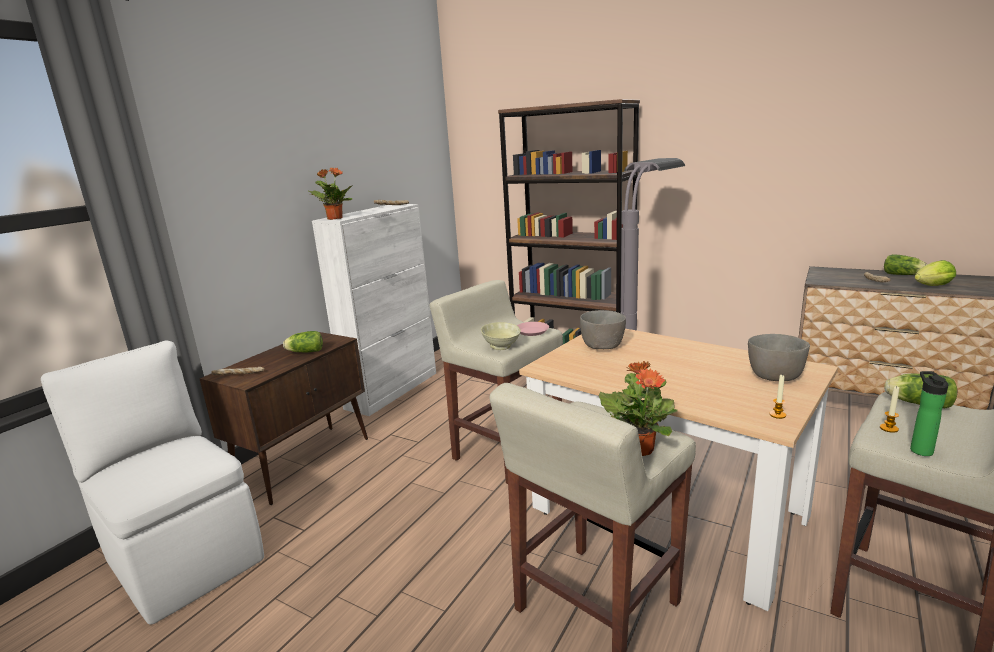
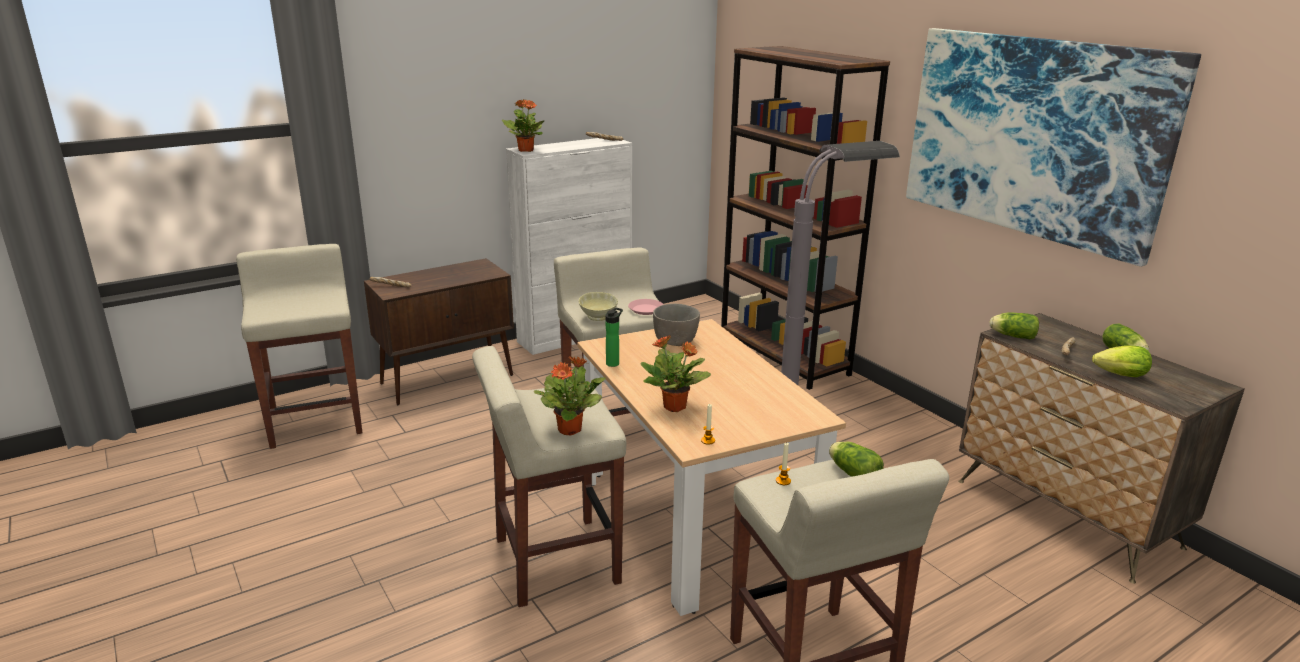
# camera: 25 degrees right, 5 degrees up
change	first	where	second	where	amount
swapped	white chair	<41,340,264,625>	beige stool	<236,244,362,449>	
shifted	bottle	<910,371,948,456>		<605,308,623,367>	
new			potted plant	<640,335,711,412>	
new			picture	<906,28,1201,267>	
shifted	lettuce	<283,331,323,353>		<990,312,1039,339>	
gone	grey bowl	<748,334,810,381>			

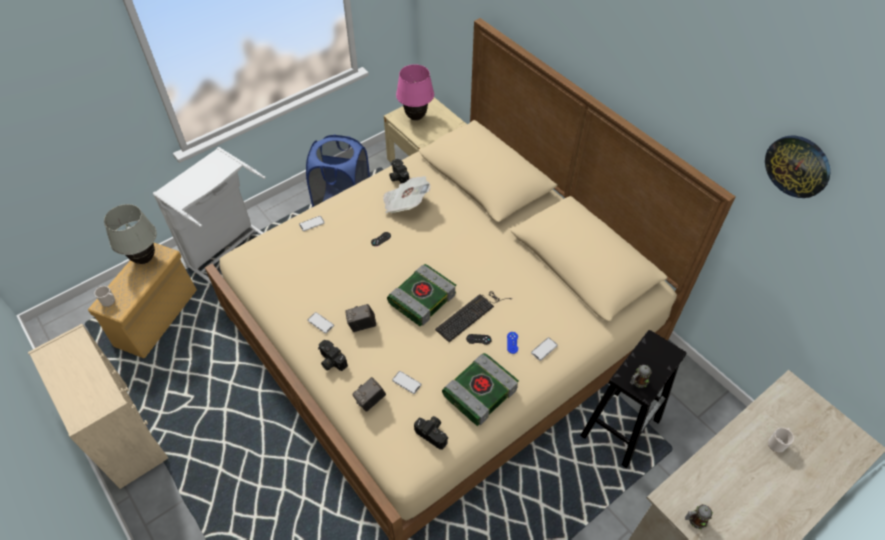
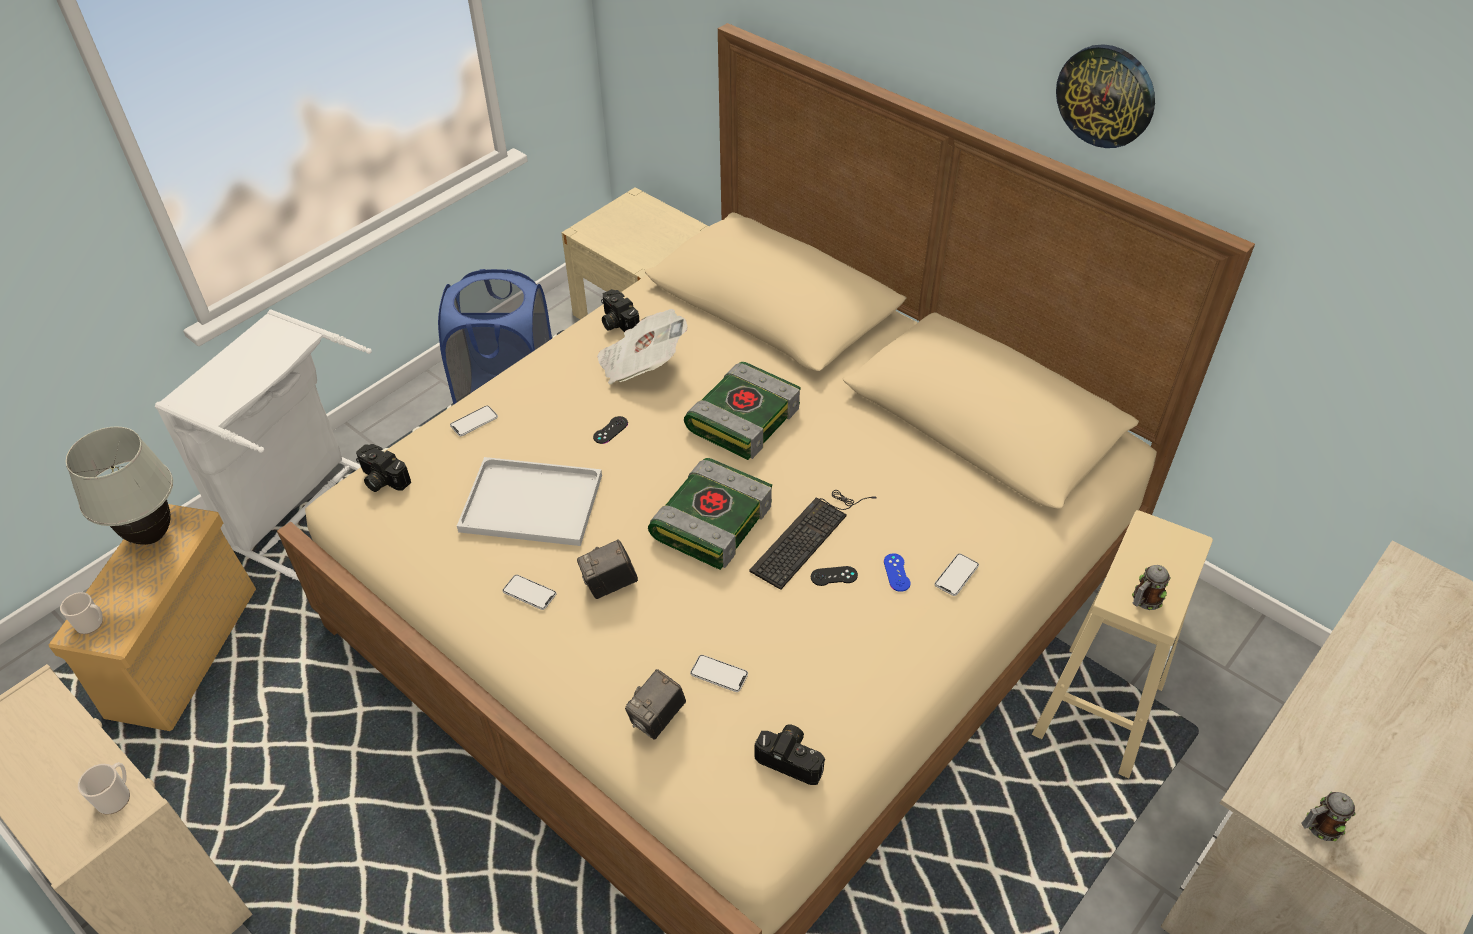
# camera: 10 degrees left, 5 degrees down
change	first	where	second	where	amount
shifted	mug	<768,427,794,453>		<78,762,130,815>	
shifted	photo camera	<318,340,348,371>		<356,444,411,492>	
new			white tray	<457,457,602,546>	
shifted	book	<442,353,519,426>		<684,362,801,460>	
repainted	black stool	<580,330,687,469>	beige stool	<1032,510,1213,779>	
shifted	wall clock	<765,136,830,198>		<1056,44,1155,148>	
gone	pink table lamp	<396,64,434,121>			

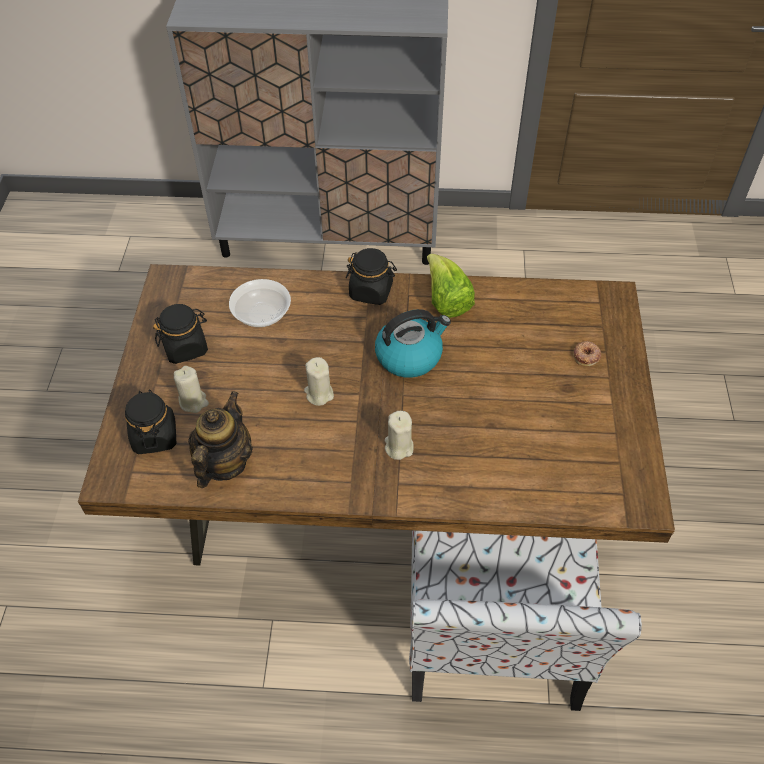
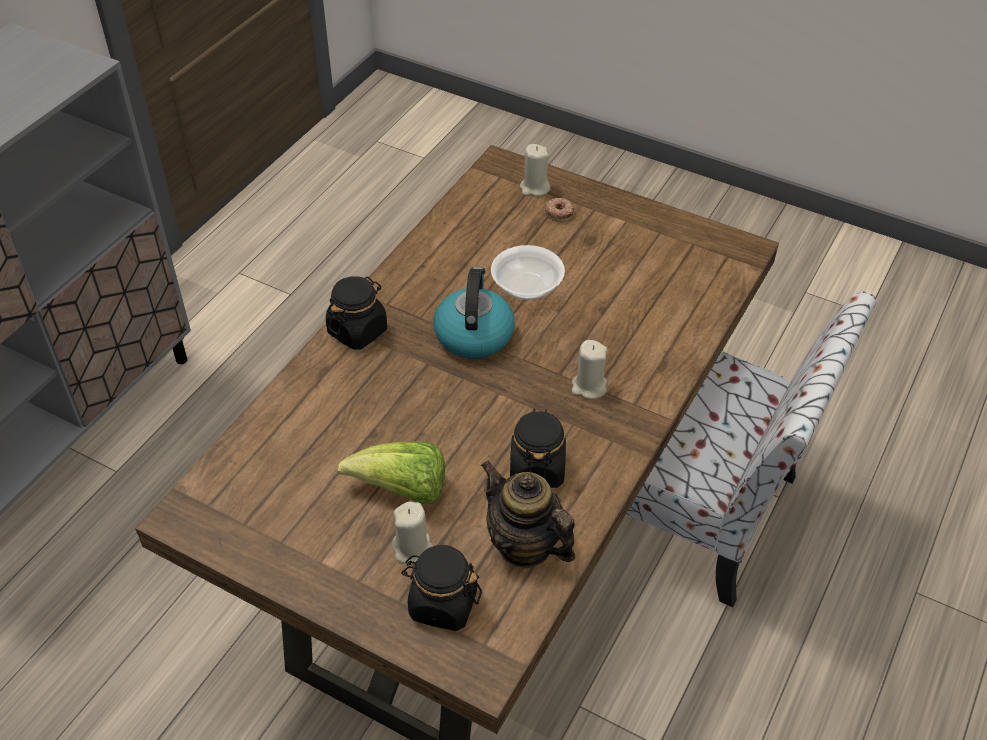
# camera: 65 degrees left, 5 degrees down
change	first	where	second	where	amount
shifted	lettuce	<427,254,475,318>		<337,442,445,504>	
shifted	bowl	<229,279,291,327>		<491,245,565,300>	
shifted	black jar	<153,304,208,364>		<510,409,566,488>	
shifted	beige candle	<304,357,334,406>		<520,144,551,196>	

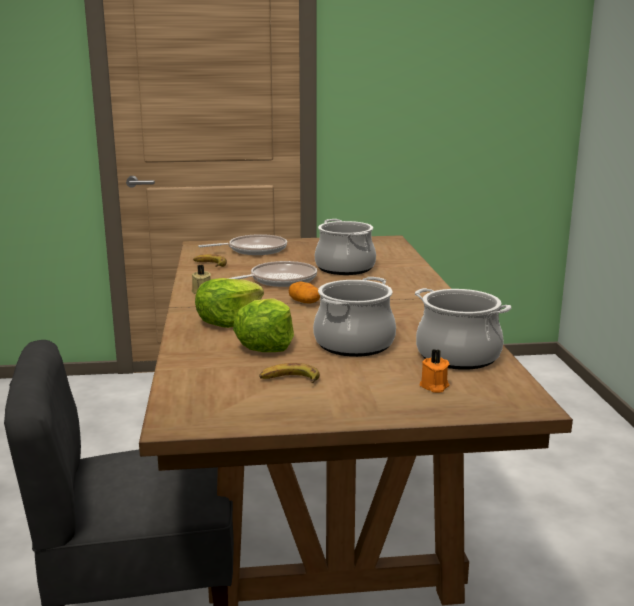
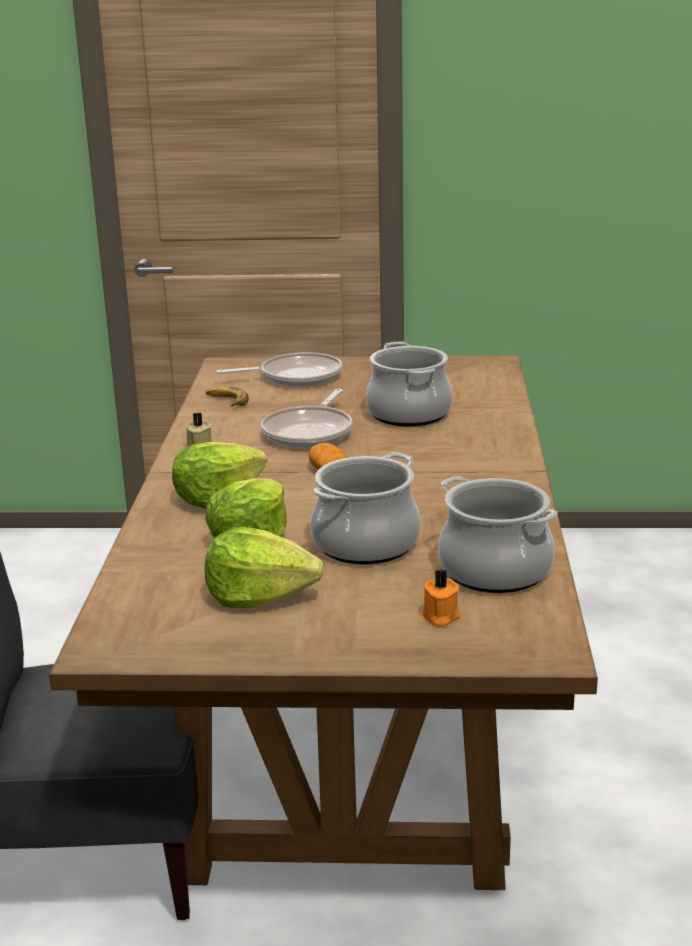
# camera: 10 degrees right, 5 degrees up
change	first	where	second	where	amount
swapped	banana	<259,363,320,383>	lettuce	<205,527,324,608>	
rotated	frying pan	<228,261,317,287>		<261,389,352,448>	135 degrees clockwise

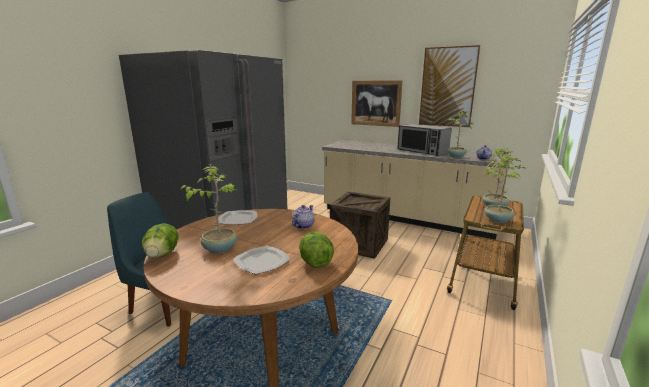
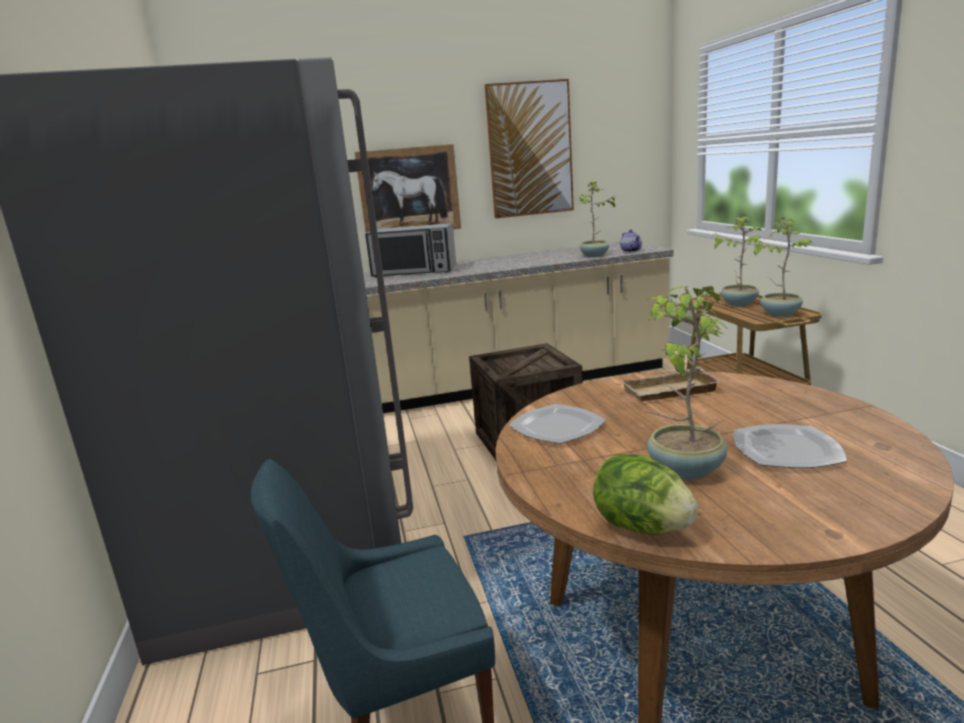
# camera: 40 degrees left, 0 degrees up
change	first	where	second	where	amount
shifted	microwave	<397,124,452,156>		<365,223,456,277>	
swapped	teapot	<292,205,315,229>	beige tray	<621,366,721,401>	
gone	lettuce	<299,232,334,268>			

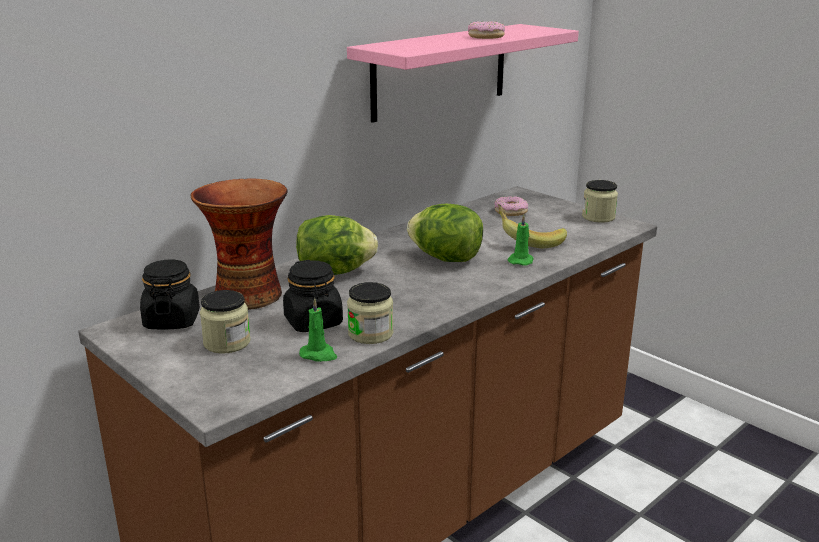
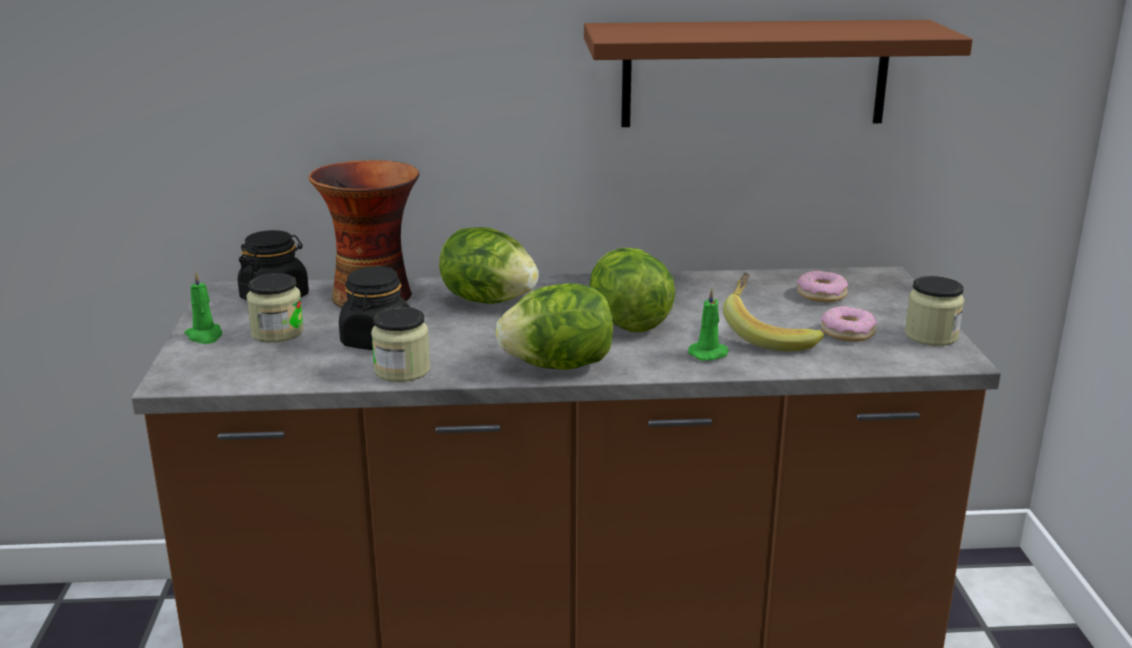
# camera: 40 degrees right, 0 degrees up
change	first	where	second	where	amount
shifted	green candle	<299,298,337,362>		<185,271,222,344>	
new			lettuce	<496,283,613,370>	
repainted	pink shelf	<347,24,579,123>	brown shelf	<584,20,973,127>	
shifted	donut	<468,21,505,39>		<821,306,877,342>	

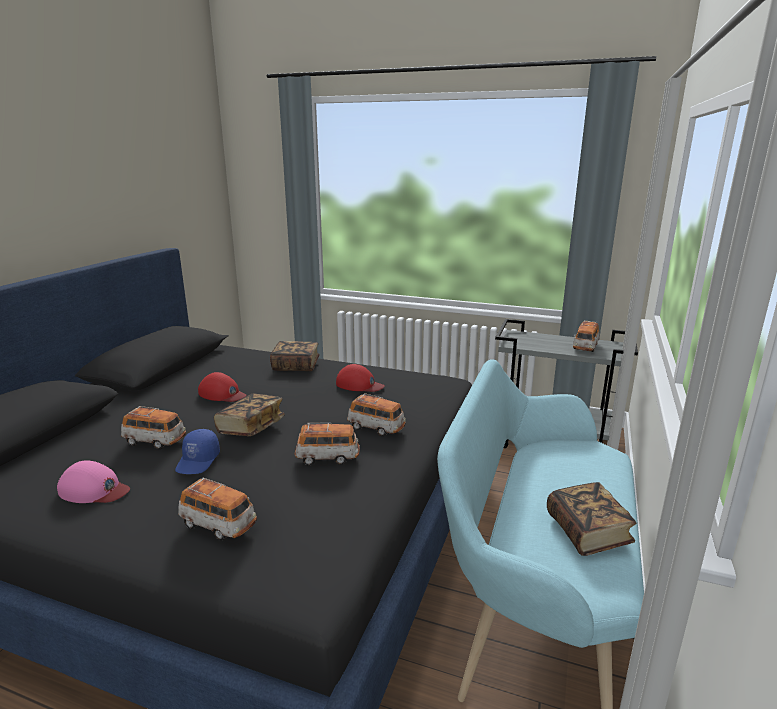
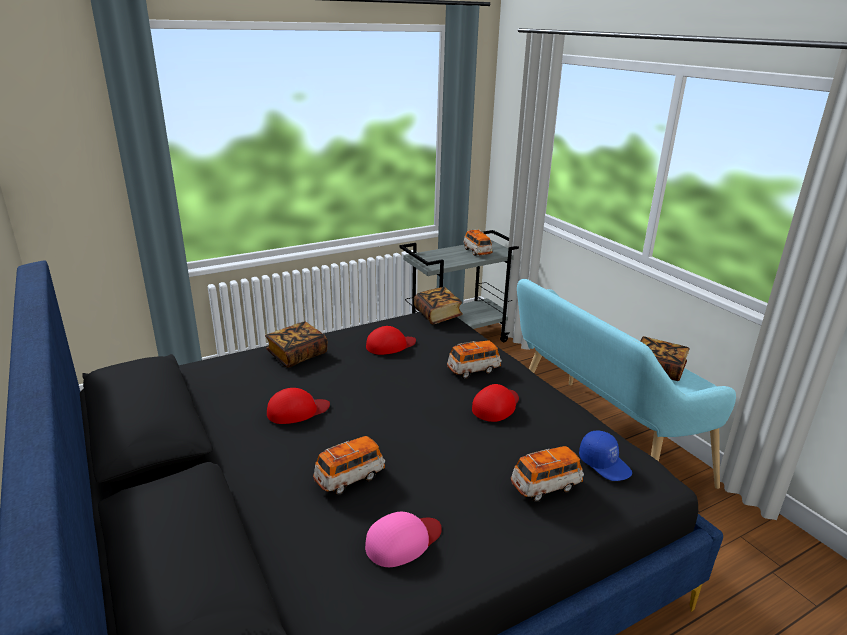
# camera: 50 degrees left, 5 degrees up
change	first	where	second	where	amount
shifted	book	<214,394,285,436>		<414,287,463,325>	
swapped	toy car	<294,423,360,466>	red cap	<472,384,519,422>	
shifted	blue cap	<175,429,220,474>		<579,431,632,481>	

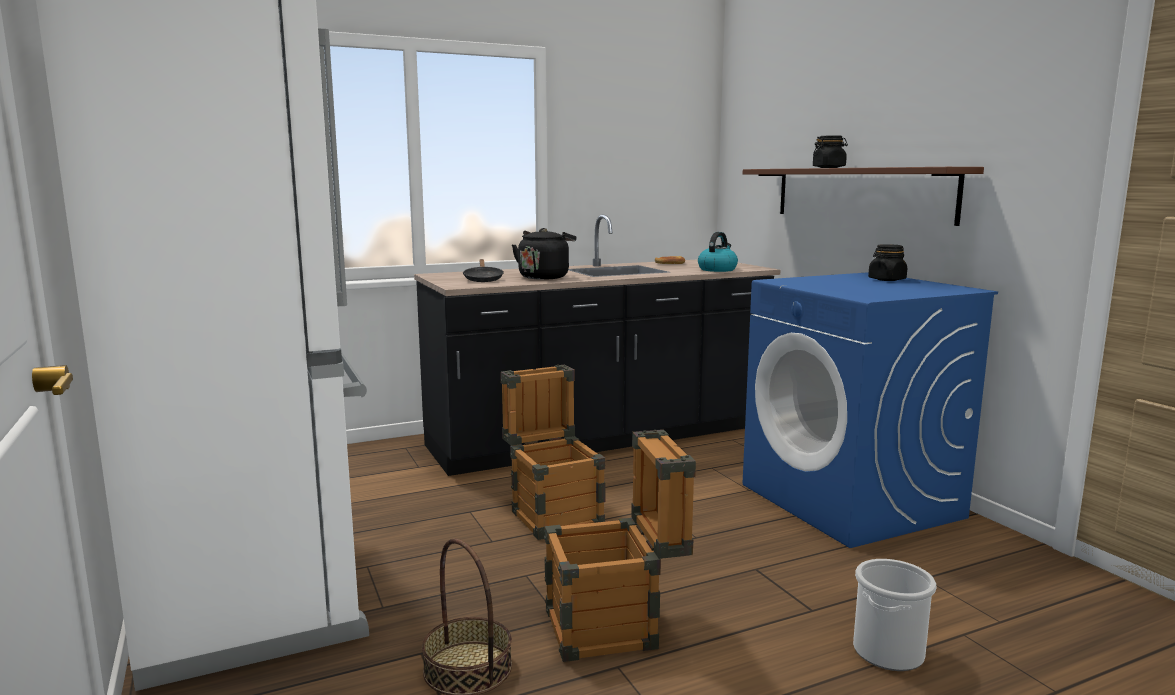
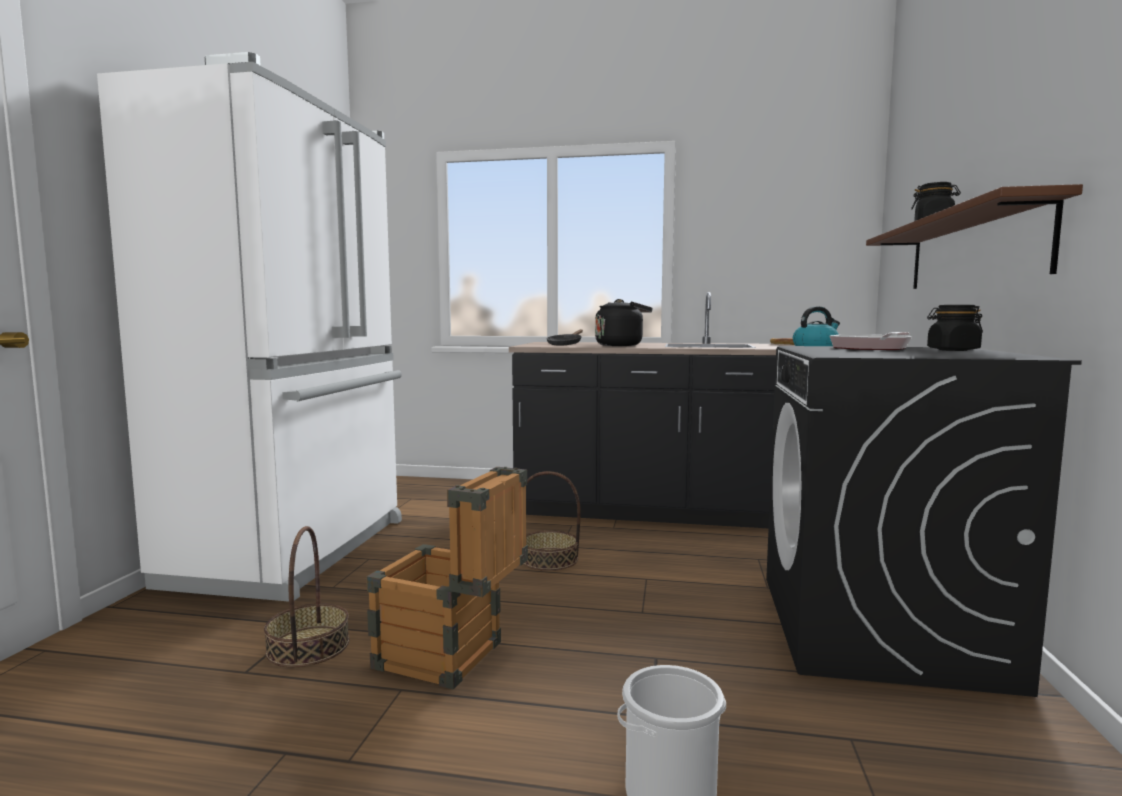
# camera: 35 degrees right, 5 degrees down
change	first	where	second	where	amount
swapped	crate	<501,365,606,540>	basket	<523,471,581,571>	
repainted	blue washing machine	<743,272,998,548>	black washing machine	<766,346,1082,697>	
new			frying pan	<829,332,912,350>	

